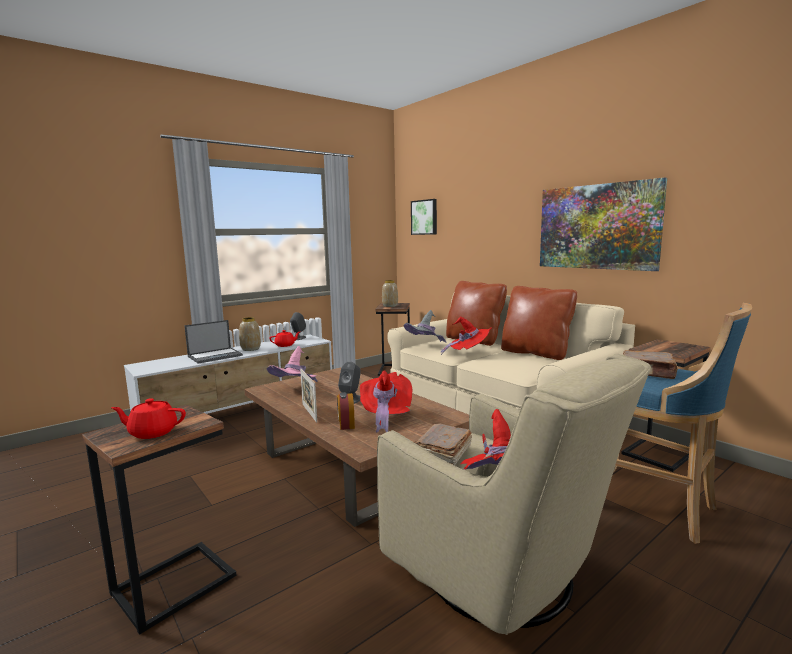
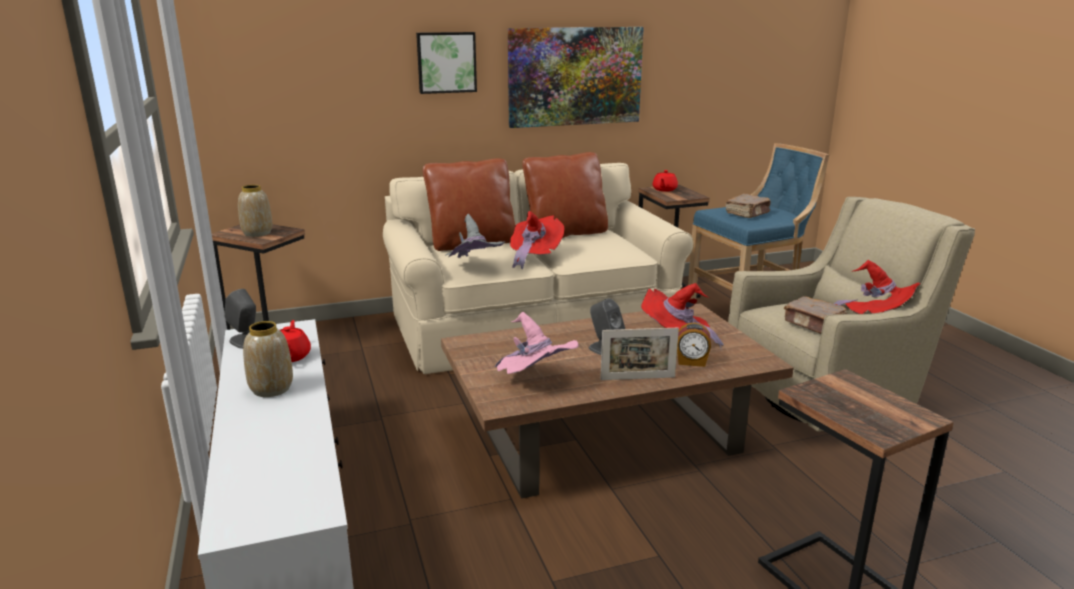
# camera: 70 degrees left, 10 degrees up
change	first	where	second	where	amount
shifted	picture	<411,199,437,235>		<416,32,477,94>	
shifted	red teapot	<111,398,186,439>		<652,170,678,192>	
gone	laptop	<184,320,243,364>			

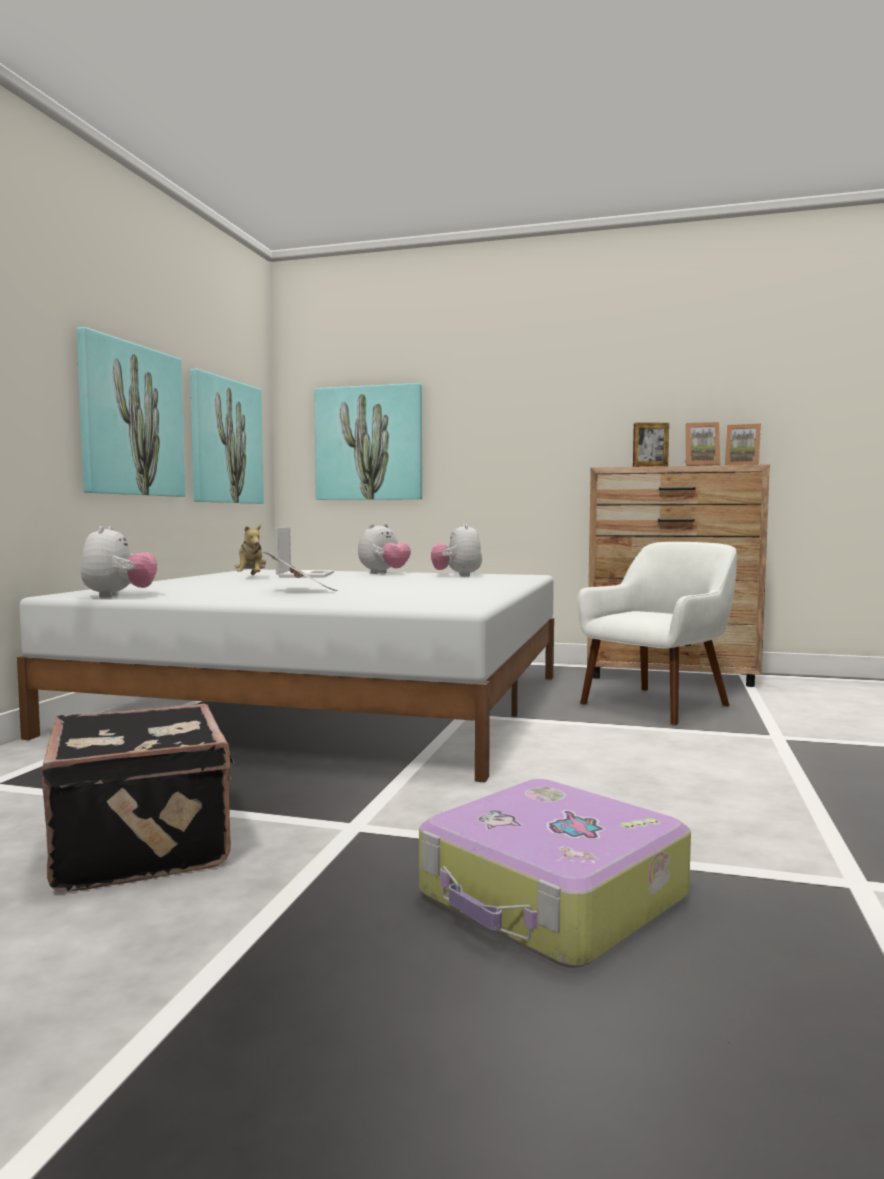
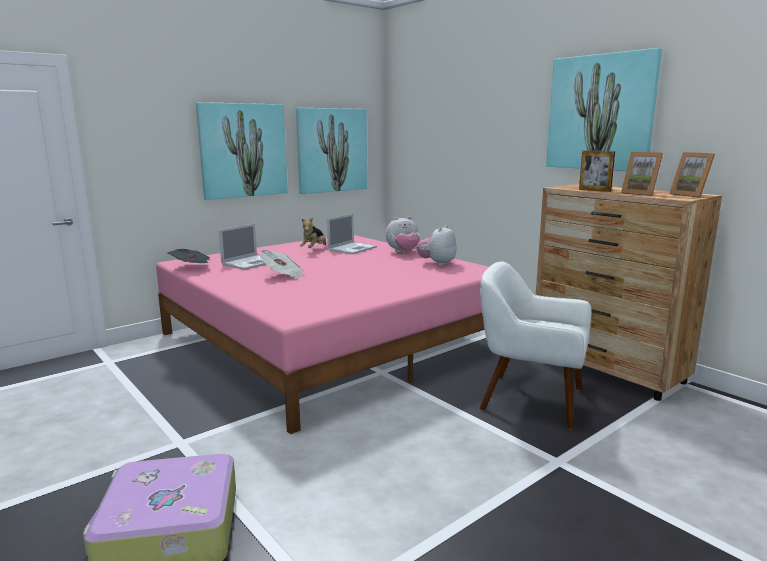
# camera: 35 degrees right, 10 degrees up
change	first	where	second	where	amount
repainted	white bed	<17,569,554,783>	pink bed	<156,235,489,434>	
swapped	plush toy	<81,526,157,598>	newspaper	<168,249,210,263>	
new			laptop	<219,223,266,270>	
rotated	white armchair	<577,542,737,726>		<480,262,592,429>	150 degrees counterclockwise
shifted	picture	<314,383,422,500>		<546,48,662,171>	
gone	black suitcase	<41,704,234,892>			

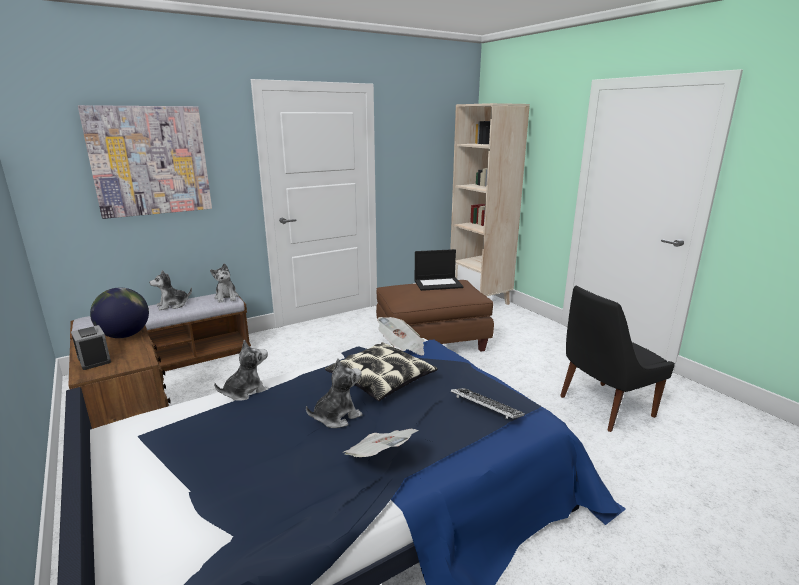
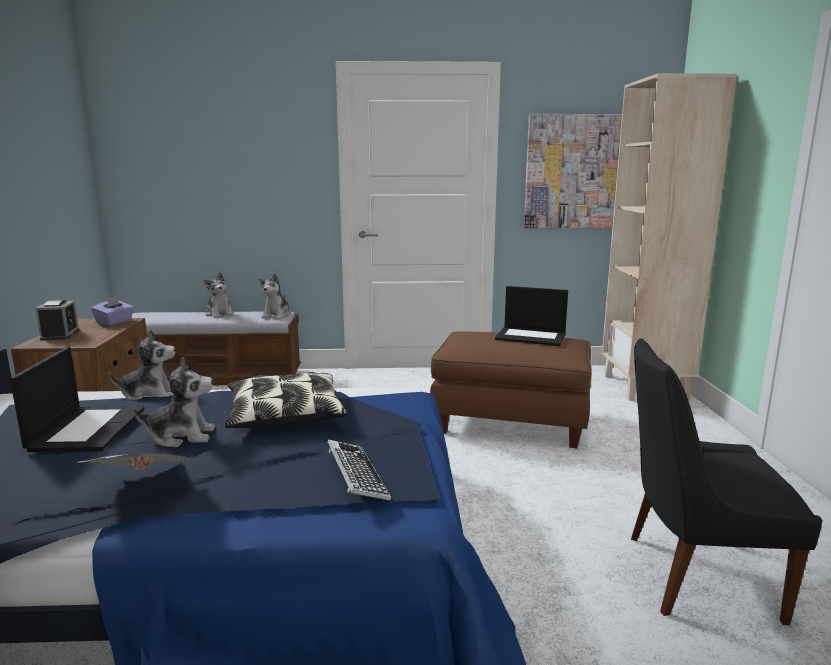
# camera: 30 degrees right, 5 degrees down
change	first	where	second	where	amount
new			laptop	<10,347,145,452>	
swapped	globe	<90,288,149,338>	purple tissue box	<91,296,134,326>	
rotated	plush toy	<149,270,192,310>		<203,272,234,318>	120 degrees counterclockwise
shifted	picture	<78,105,212,219>		<524,114,622,228>	
gone	newspaper	<377,317,424,355>			

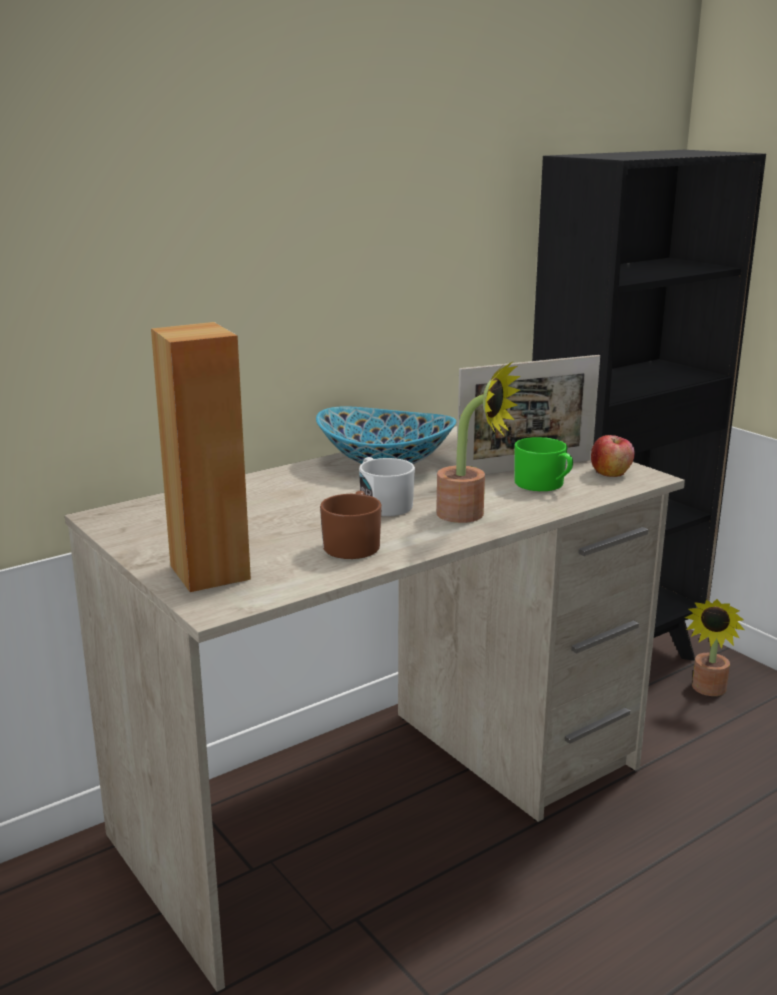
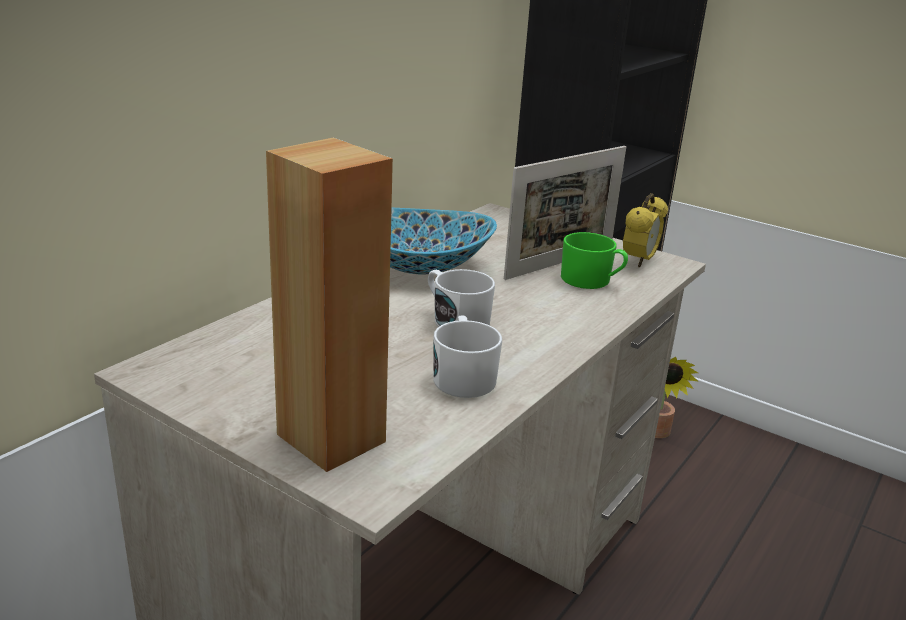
# camera: 20 degrees left, 5 degrees up
change	first	where	second	where	amount
repainted	brown mug	<320,490,382,559>	white mug	<433,315,502,398>	
swapped	apple	<591,435,635,477>	alarm clock	<623,193,668,267>	
gone	potted plant	<436,362,521,523>			

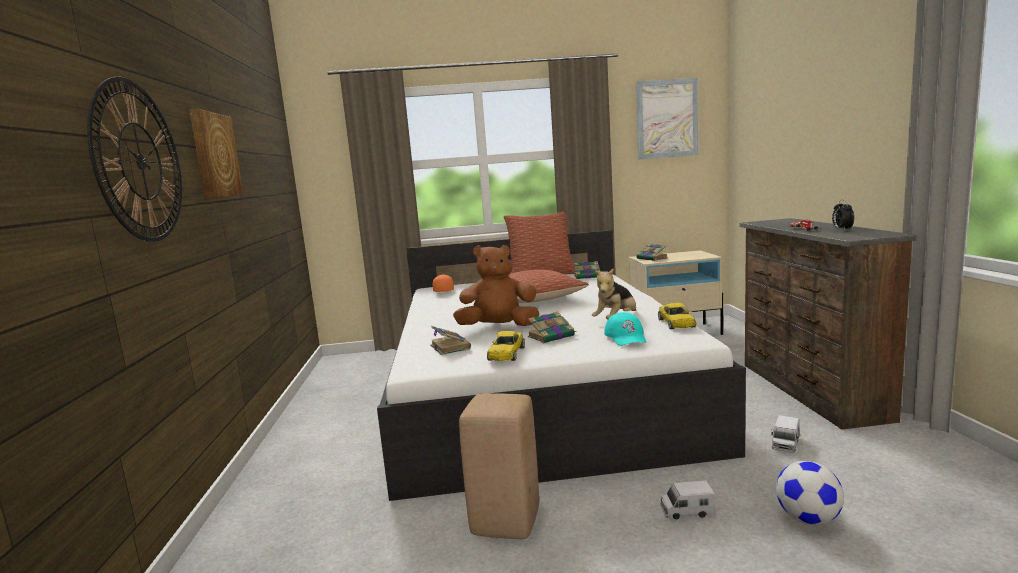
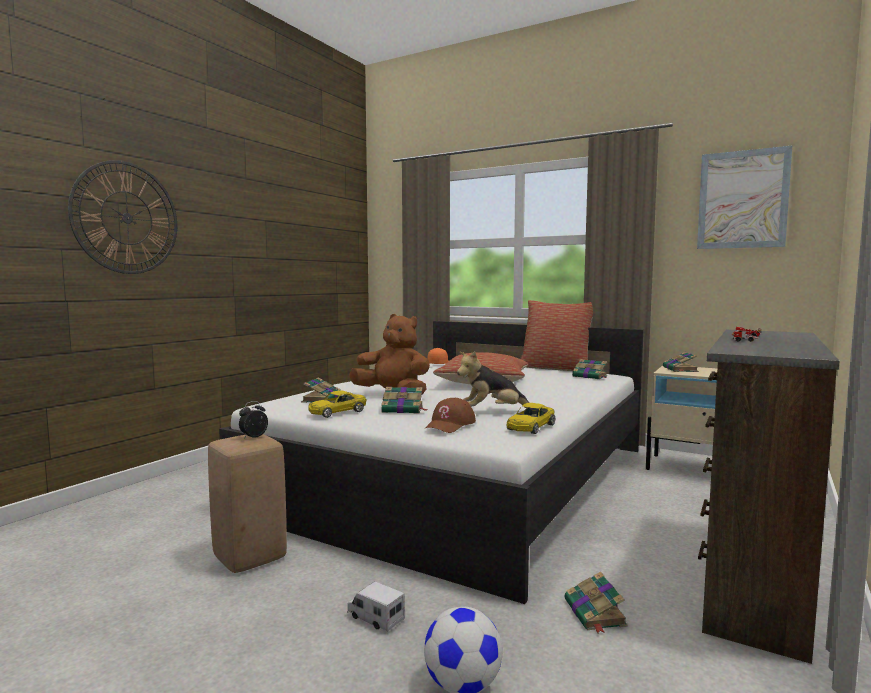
# camera: 35 degrees right, 5 degrees down
change	first	where	second	where	amount
shifted	alarm clock	<832,200,854,231>		<239,401,268,439>	
repainted	turquoise cap	<604,312,647,346>	brown cap	<424,398,476,433>	
swapped	toy truck	<771,415,800,453>	book	<565,571,628,633>	
gone	picture	<189,109,244,199>			

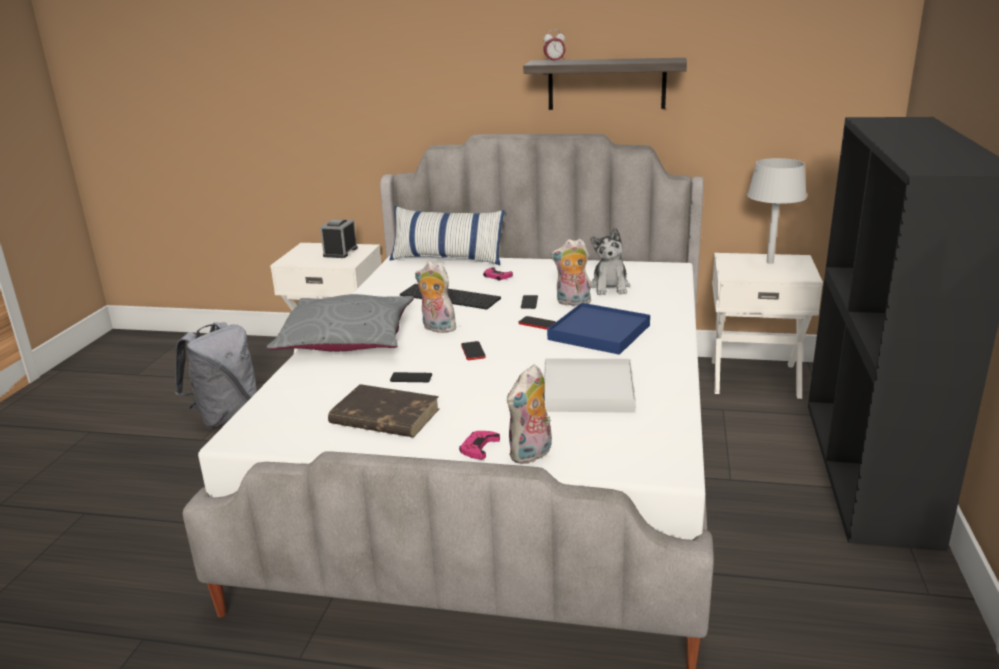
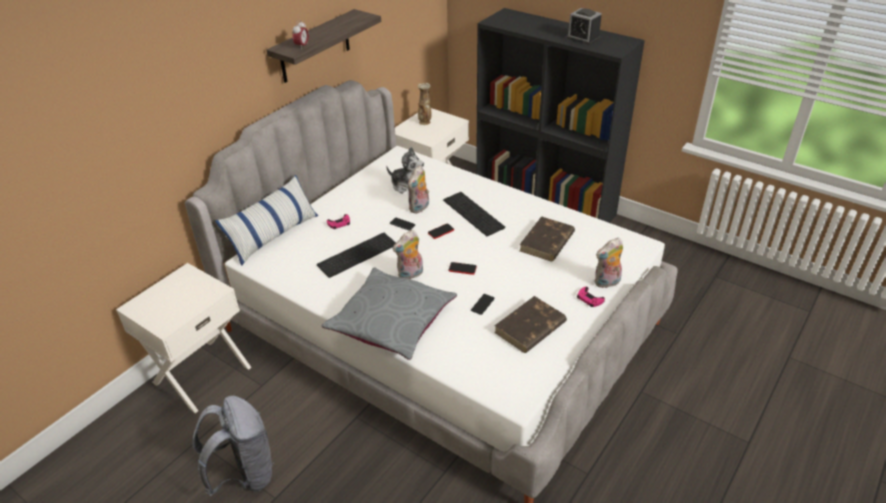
# camera: 65 degrees left, 15 degrees up
change	first	where	second	where	amount
swapped	grey table lamp	<747,158,807,264>	vase	<418,83,431,125>	
swapped	blue tray	<547,303,650,355>	keyboard	<443,192,505,236>	
swapped	white tray	<543,359,636,413>	brown book	<519,216,575,261>	
shifted	alarm clock	<320,219,358,258>		<567,8,602,45>	
rotated	plush toy	<507,365,552,464>		<595,238,623,288>	90 degrees clockwise

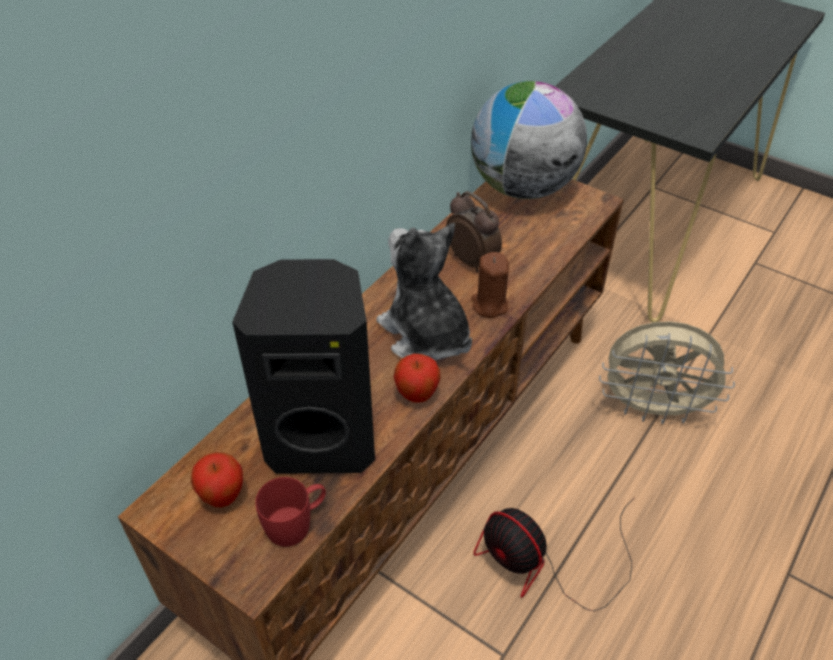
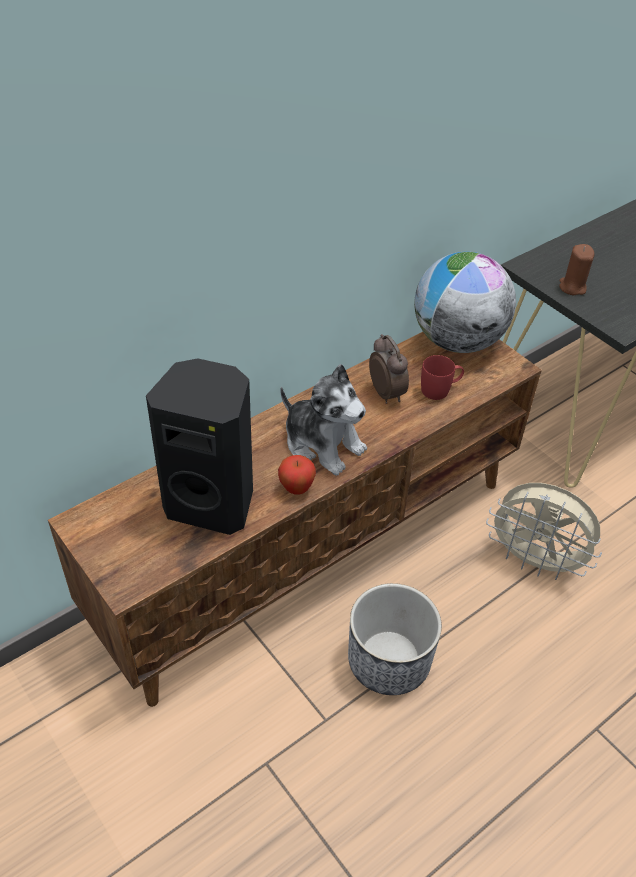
# camera: 15 degrees right, 0 degrees up
change	first	where	second	where	amount
rotated	plush toy	<376,223,472,361>		<280,364,367,476>	150 degrees clockwise
swapped	fan	<474,497,635,611>	planter	<348,583,442,695>	
shifted	red mug	<255,477,326,547>		<421,355,464,400>	
shifted	brown candle	<471,252,509,318>		<559,244,595,295>	
gone	apple	<191,452,243,508>			

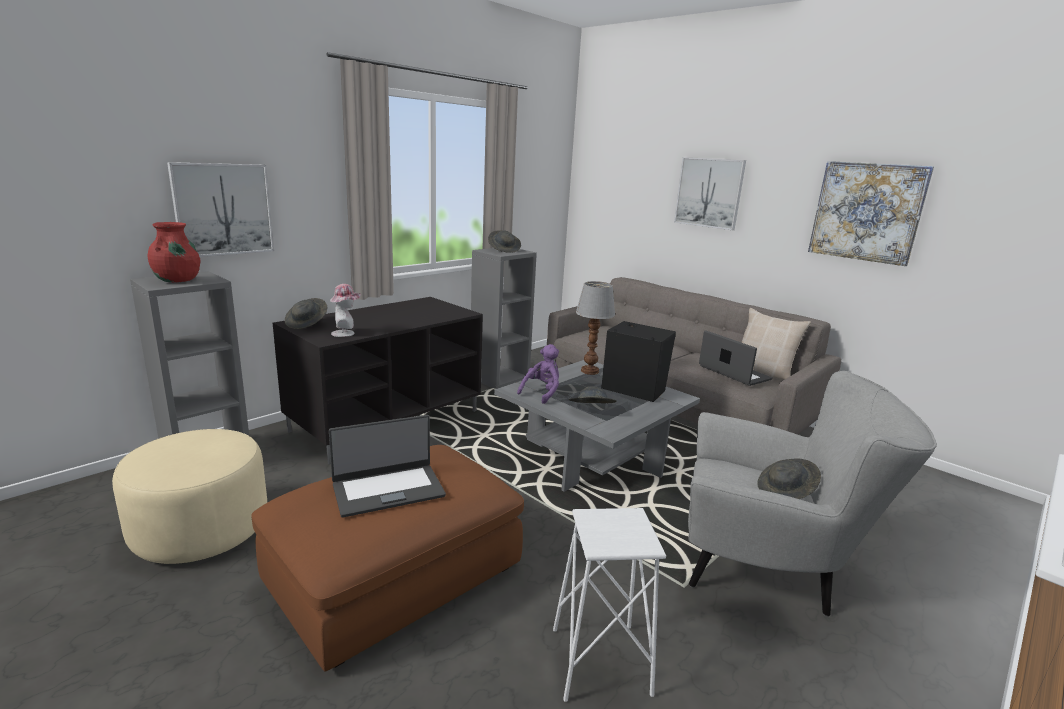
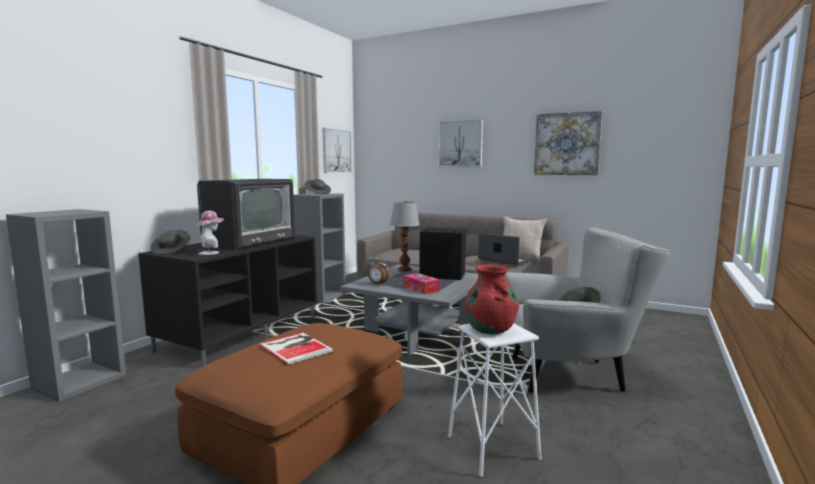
# camera: 15 degrees left, 10 degrees down
change	first	where	second	where	amount
new			television	<197,179,295,251>	
swapped	laptop	<329,415,446,518>	book	<260,333,333,365>	
shifted	picture	<167,162,274,257>		<322,128,352,173>	
swapped	purple plush toy	<517,344,559,404>	alarm clock	<368,255,391,284>	
swapped	grey hat	<569,386,617,403>	tissue box	<404,273,440,294>	
shifted	red vase	<148,222,201,282>		<465,264,519,334>	
gone	beige ottoman	<112,429,267,564>			

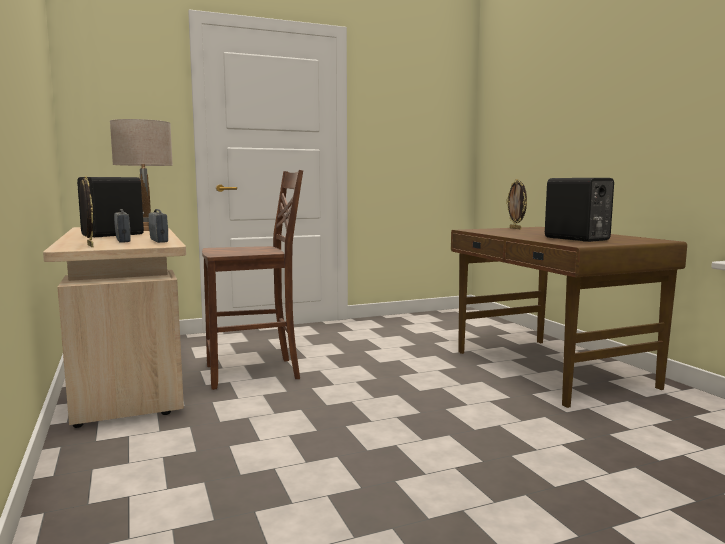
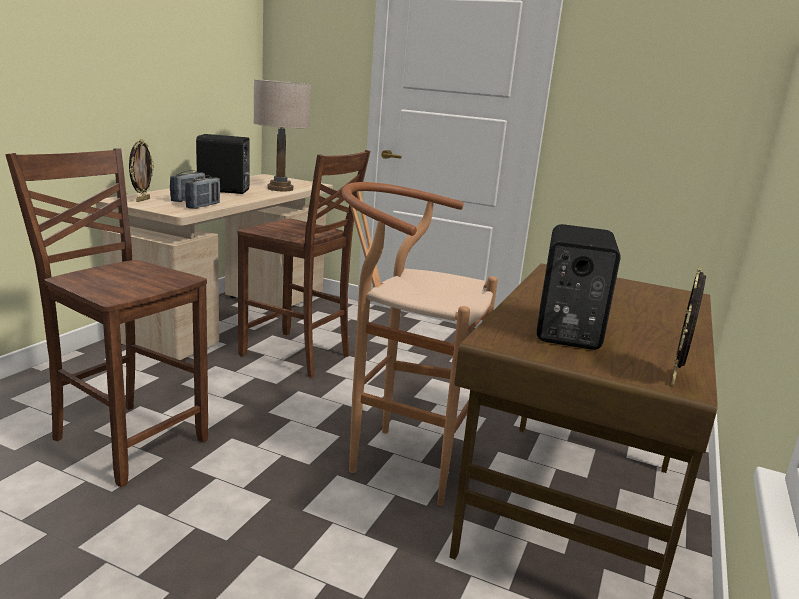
# camera: 45 degrees right, 10 degrees up
change	first	where	second	where	amount
new			brown chair	<5,148,208,487>	
new			brown stool	<342,182,498,506>	
shifted	picture frame	<506,179,527,229>		<671,267,706,386>	

